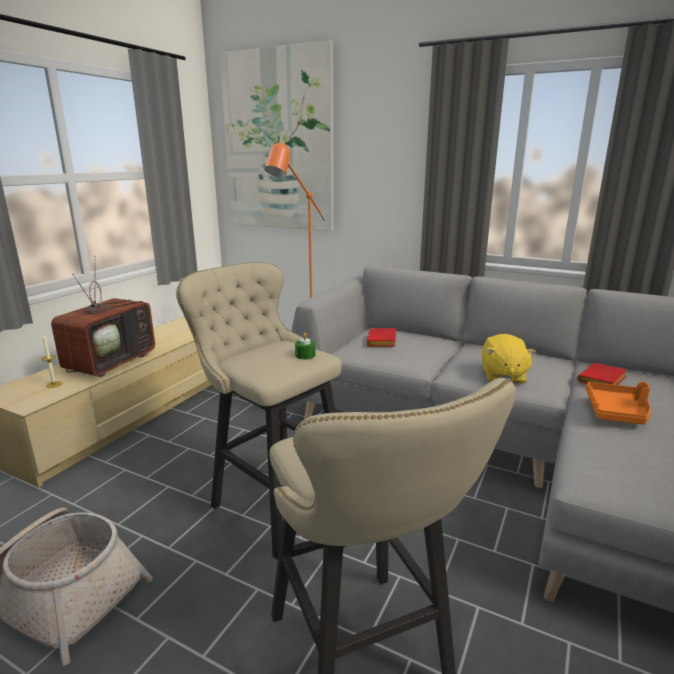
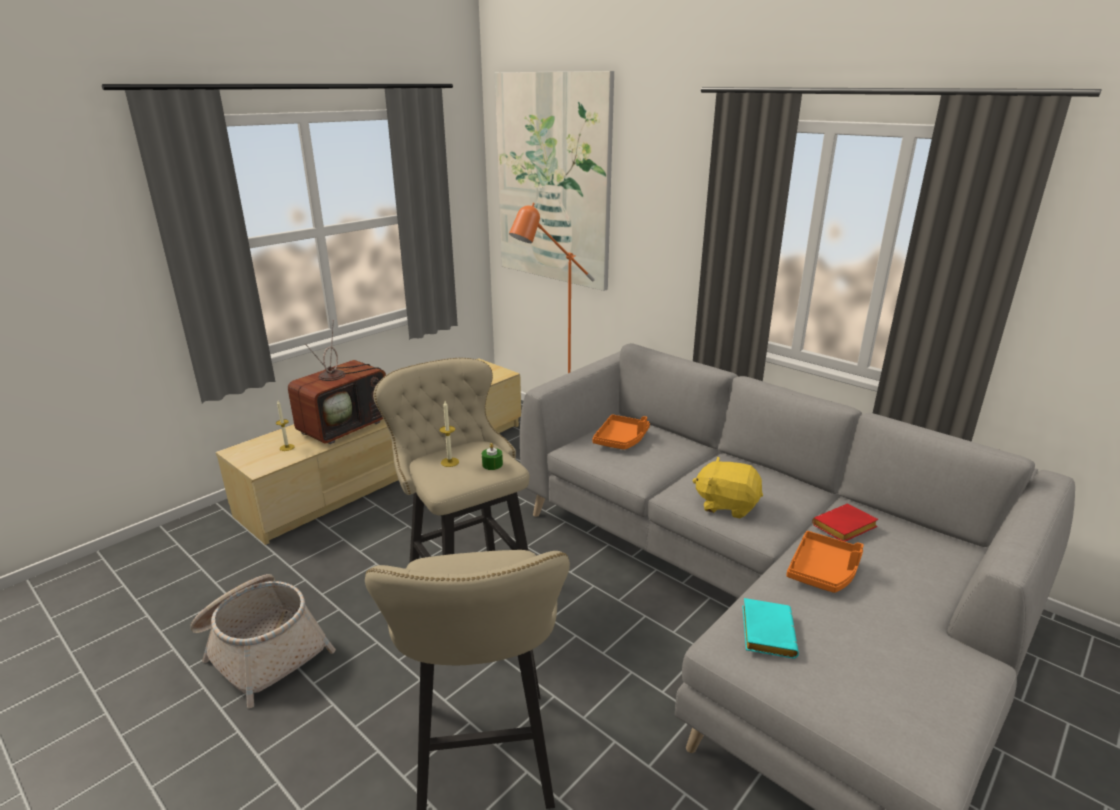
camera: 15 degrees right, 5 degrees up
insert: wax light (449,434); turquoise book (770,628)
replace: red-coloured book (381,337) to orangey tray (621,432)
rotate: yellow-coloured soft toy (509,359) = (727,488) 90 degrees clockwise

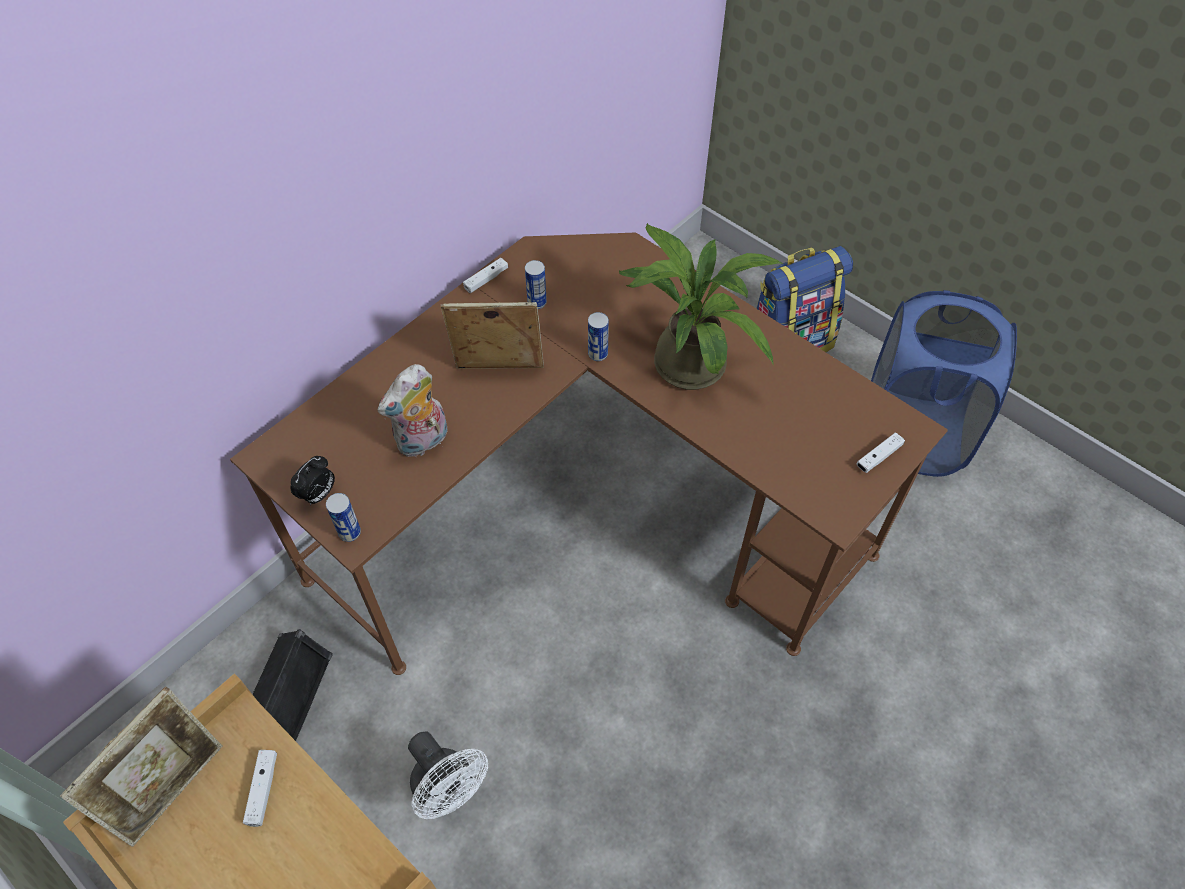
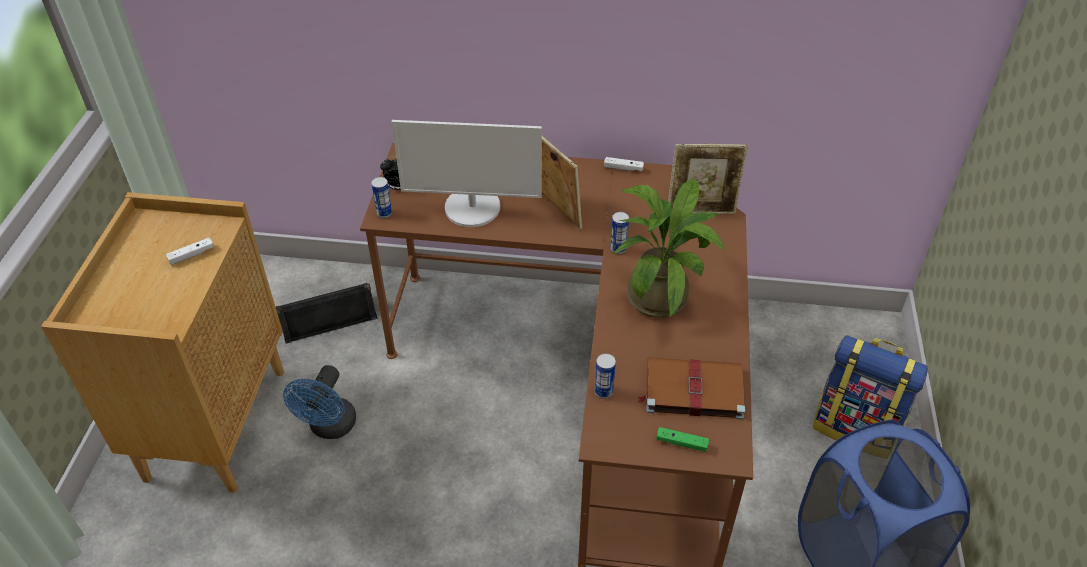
camera: 55 degrees right, 10 degrees down
insert: brownish book (691,388)
move: sealed can (536,284) to (605,376); picture frame (141,767) to (708,178)
replace: soft toy (413,410) to monitor (466,173)
recolor: white-coloured joypad (881,452) to greenish joypad (682,439); white-coloured fan (448,775) to blue fan (319,402)

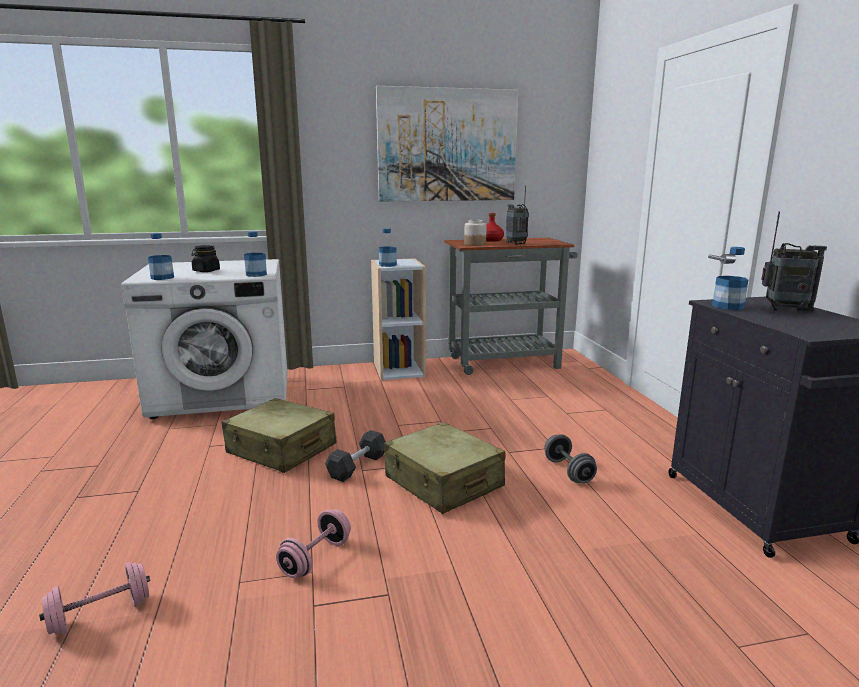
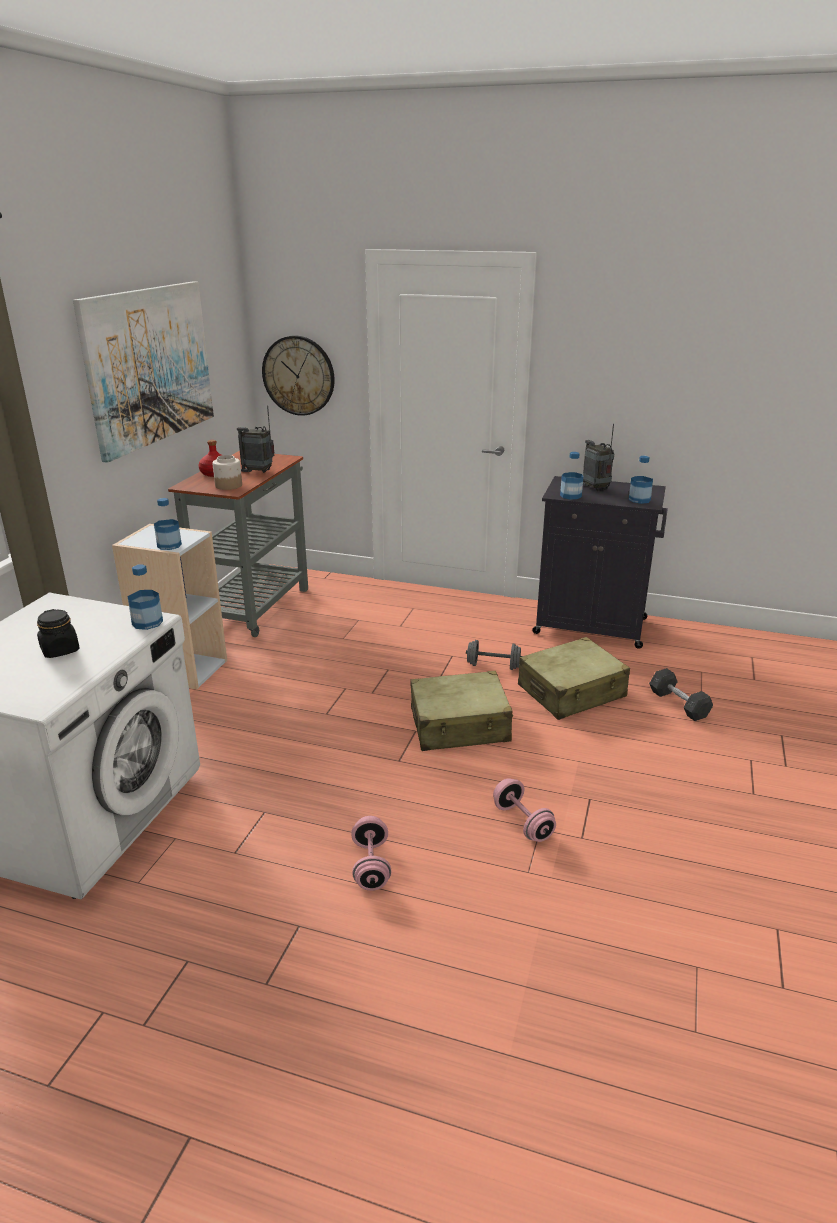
camera: 60 degrees left, 10 degrees up
insert: clock on the wall (298,376)
move: bottle (161,256) to (641,480); beige-coloured travel case (279,435) to (574,678); gray dumbbell (355,456) to (681,694); pink-coloured dumbbell (94,598) to (371,853)
rotate: radio receiver (794,261) = (598,457) 75 degrees counterclockwise

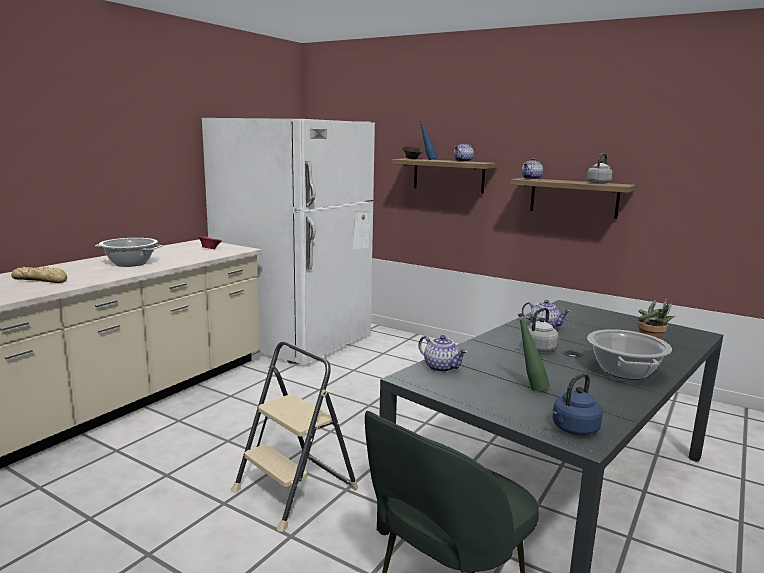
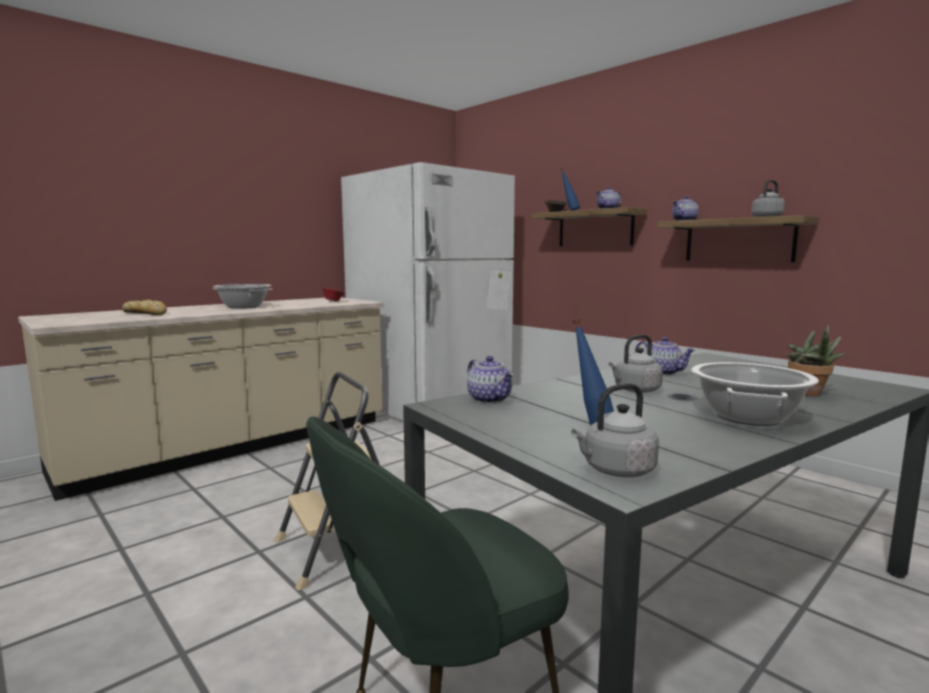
camera: 15 degrees right, 5 degrees down
recolor: greenish bottle (534,351) to blue bottle (593,372); blue tea kettle (577,404) to gray tea kettle (615,430)

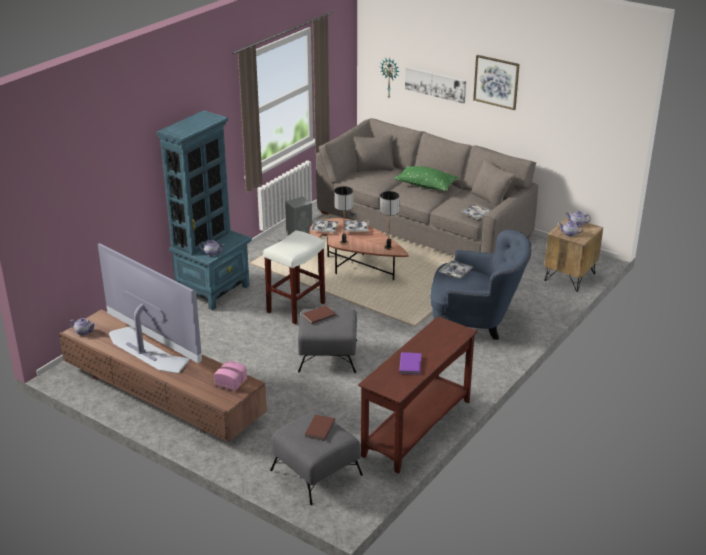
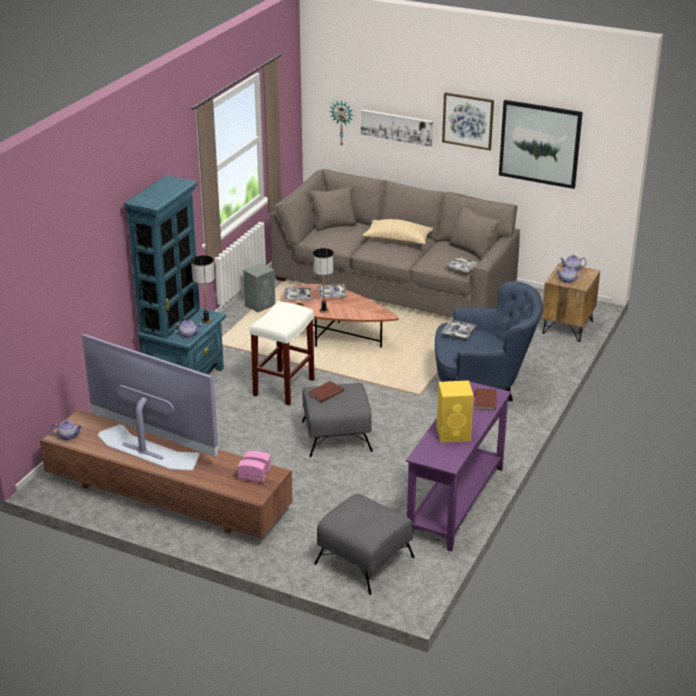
camera: 10 degrees left, 0 degrees up
insert: wall picture (541,144)
move: tabletop lamp (389,220) to (203,289); brownish book (320,427) to (485,399)
replace: purplish book (410,363) to yellow-coloured loudspeaker (455,411)
recolor: greenish cushion (426,178) to beige-coloured cushion (398,232); brownish hall table (418,395) to purplish hall table (458,466)

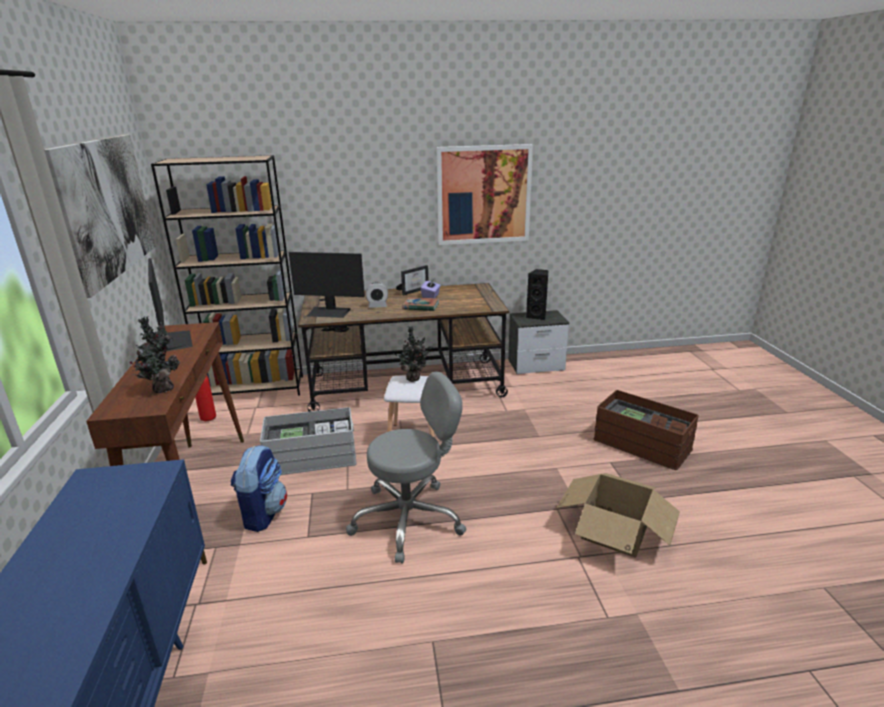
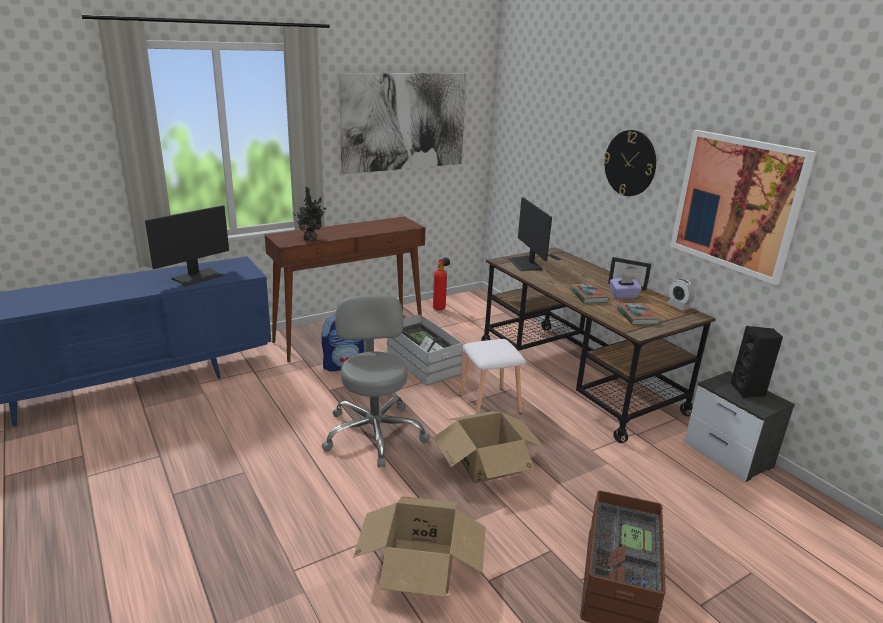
camera: 65 degrees right, 0 degrees up
delete: beige-coloured shelving unit (227,275); plant in a pot (413,354)
insert: clock on the wall (629,163); book (638,314); cardboard box (489,447)
move: monitor (170,304) to (187,246); table clock (377,295) to (681,295)
rotate: gray office chair (406,467) = (376,381) 150 degrees counterclockwise

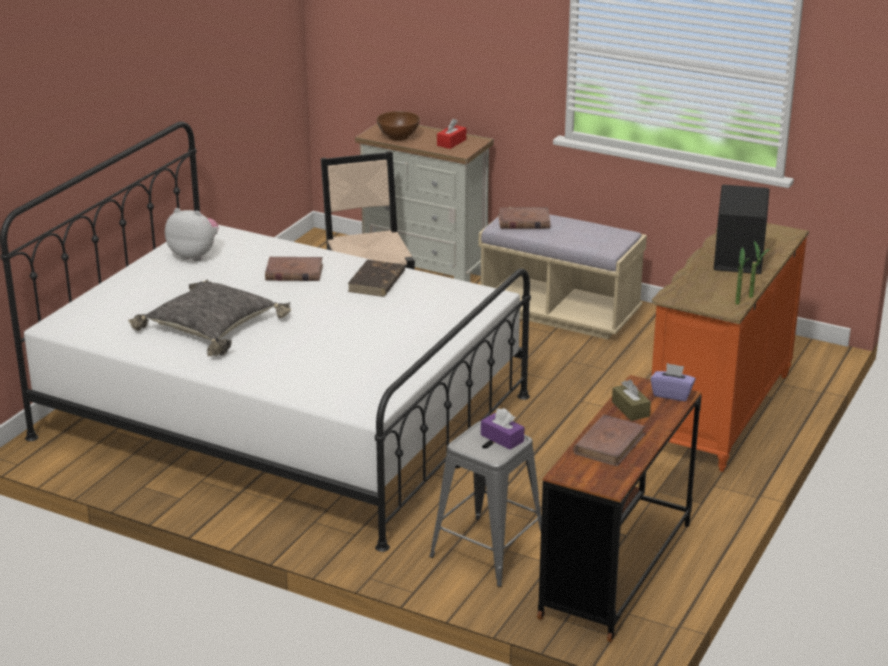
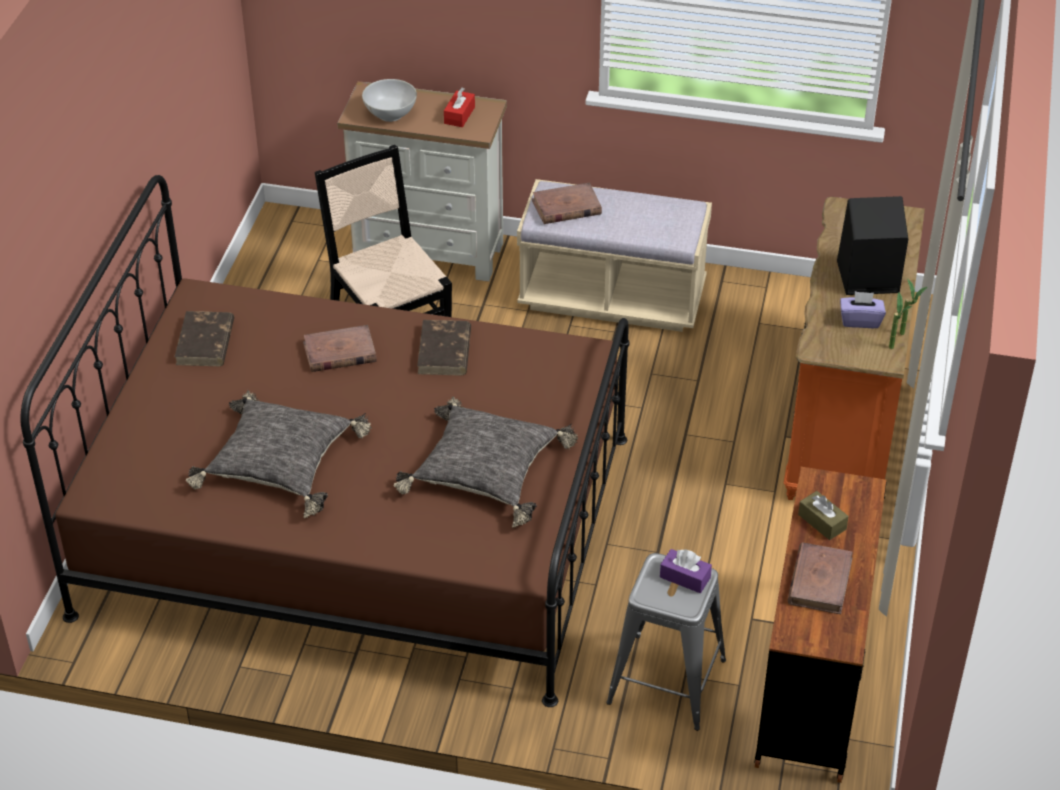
camera: 15 degrees left, 15 degrees up
insert: cushion (486,462)
move: purplish box of tissues (673,382) to (863,309)
replace: soft toy (192,234) to brownish book (204,338)
recolor: brownish serving bowl (398,126) to white-coloured serving bowl (389,100); white-coloured sleeping bed (265,337) to brownish sleeping bed (324,441)

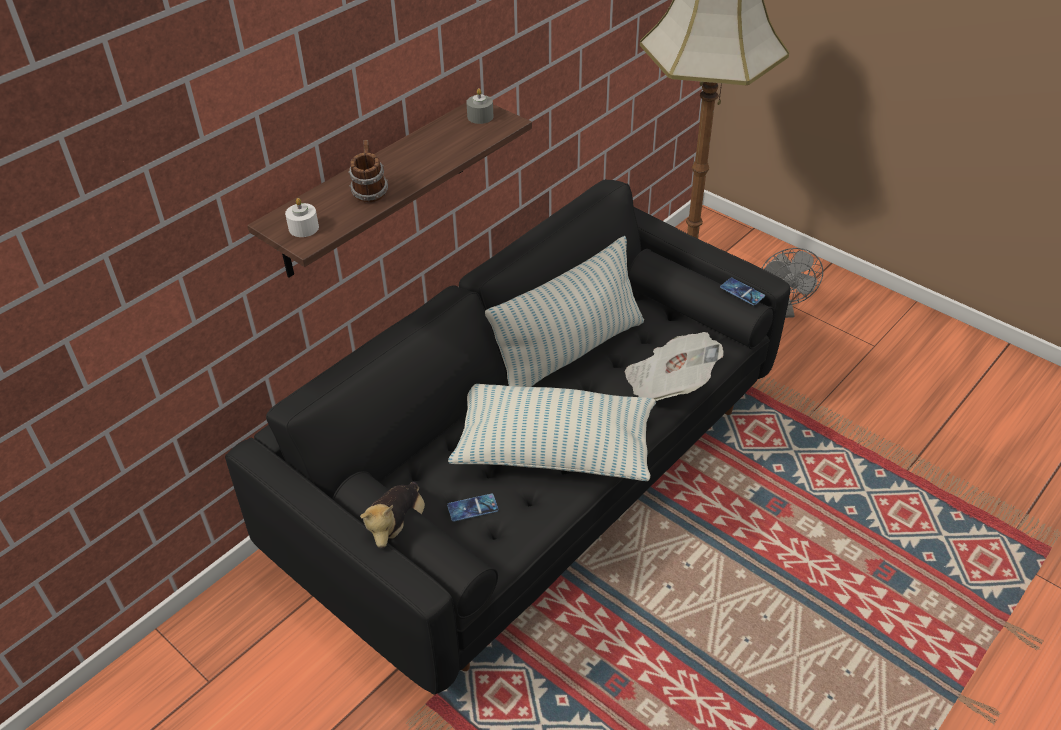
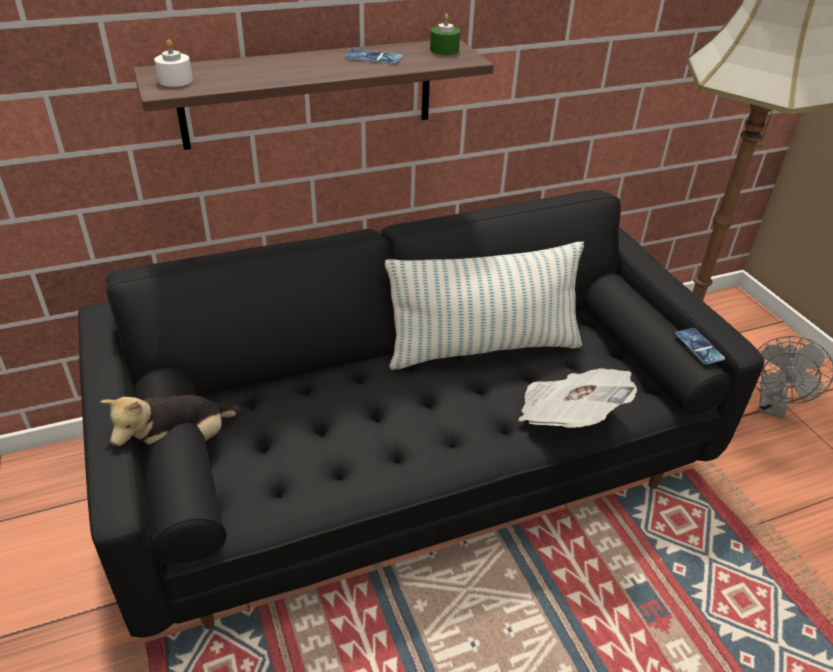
camera: 25 degrees right, 5 degrees down
delete: tea mug (368,171); cushion (552,432)
move: phone (473,507) to (374,57)
recolor: gray wax light (479,106) to greenish wax light (445,34)

